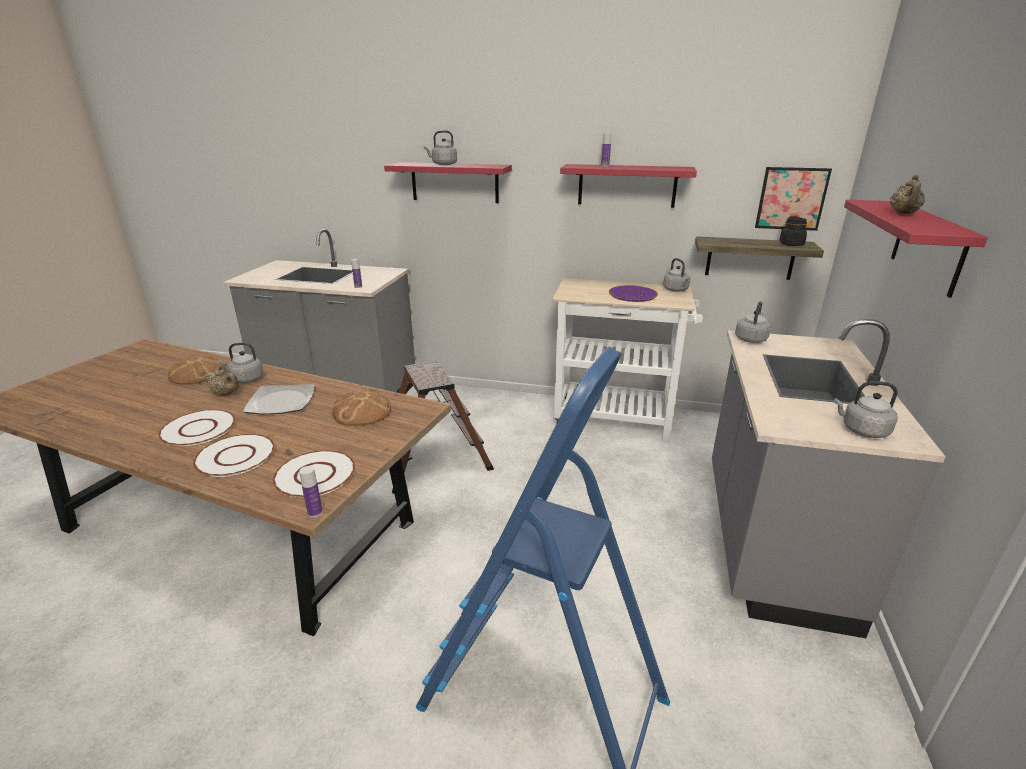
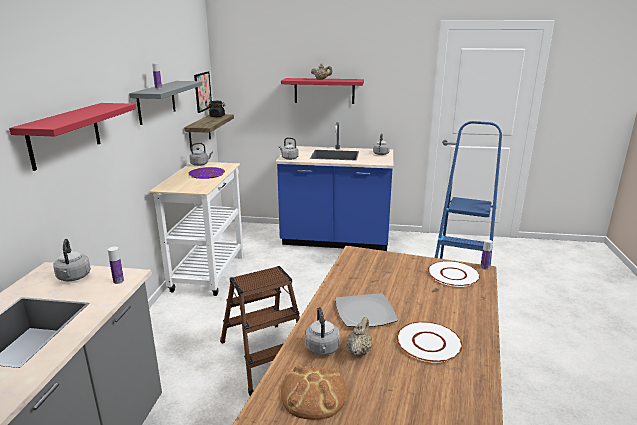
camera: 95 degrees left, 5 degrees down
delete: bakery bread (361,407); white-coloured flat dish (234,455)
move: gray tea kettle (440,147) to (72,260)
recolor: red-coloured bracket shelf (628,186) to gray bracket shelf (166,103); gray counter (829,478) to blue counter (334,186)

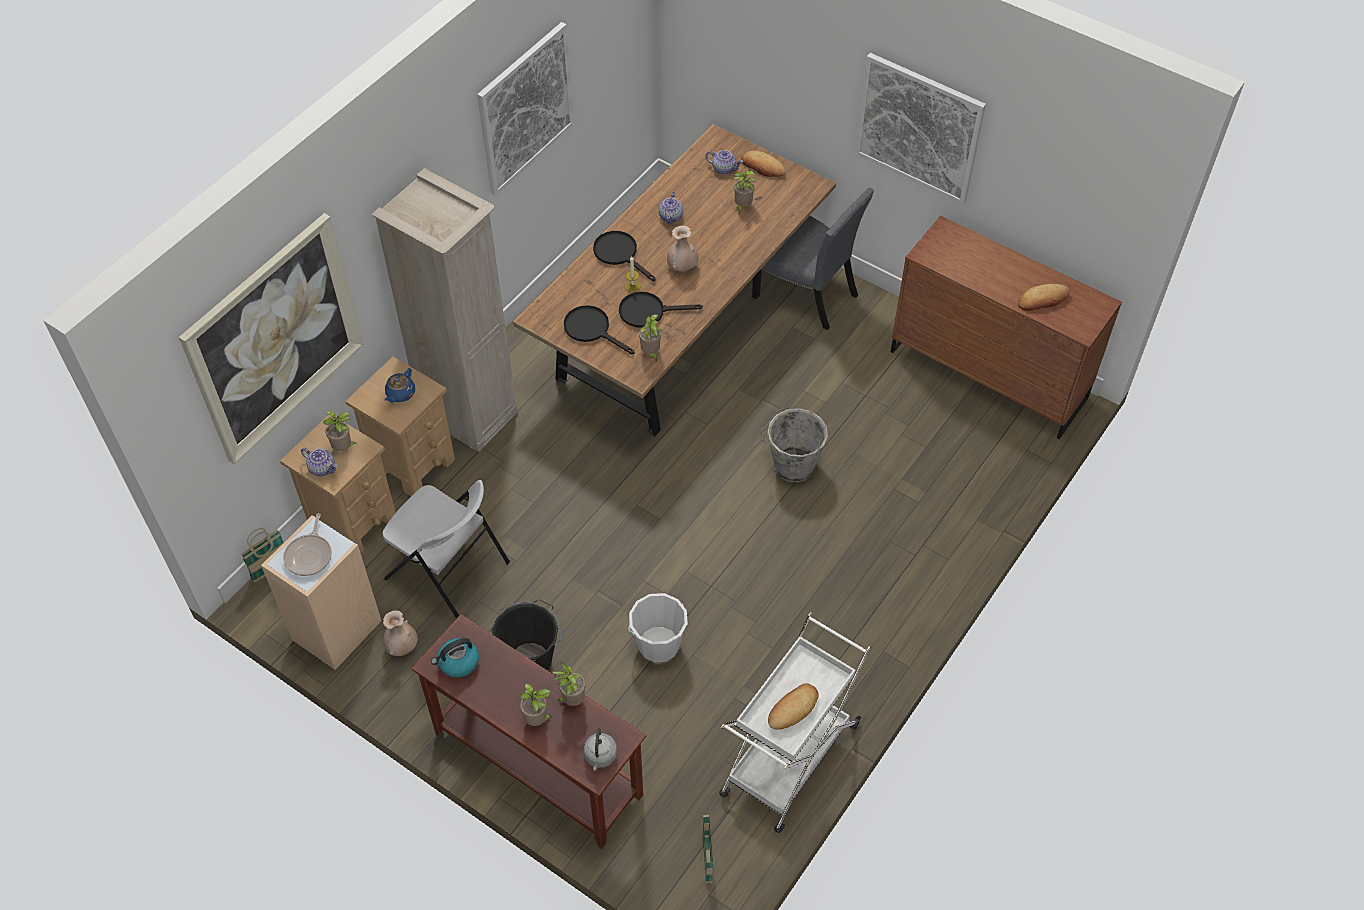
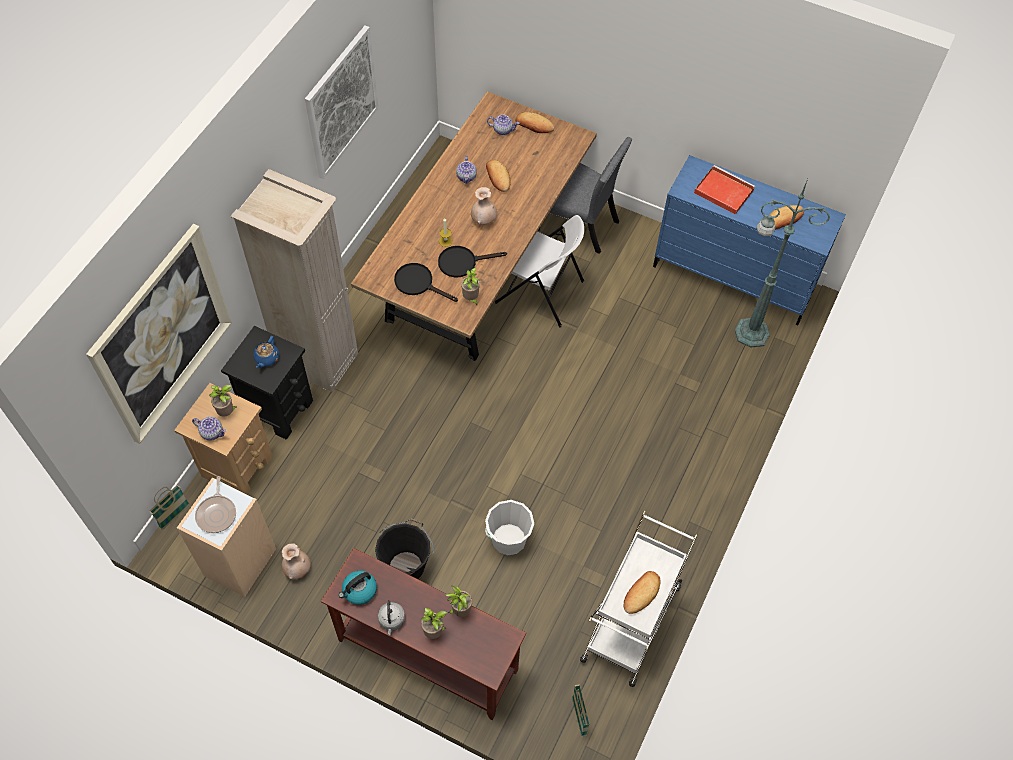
camera: 10 degrees left, 5 degrees up
delete: wall picture (920,128); plant in a pot (744,192); black-coloured pan (624,256); gray bucket (794,444)
insert: bakery bread (498,176); red-coloured tray (724,190); greenish standard lamp (782,263)
move: white-coloured chair (446,549) to (539,271); gray tea kettle (600,749) to (391,617)
recolor: brownish chest of drawers (1006,327) to blue chest of drawers (749,240); beige-coloured bedside table (400,426) to black-coloured bedside table (267,383)

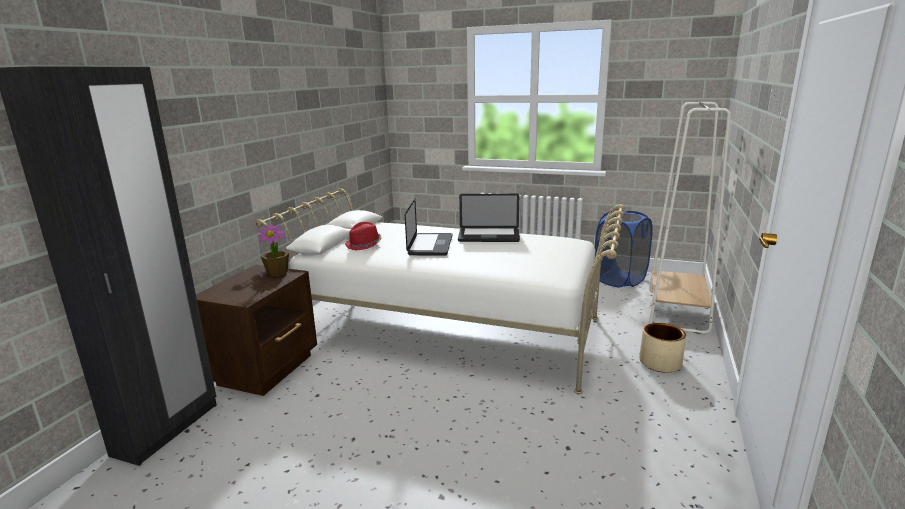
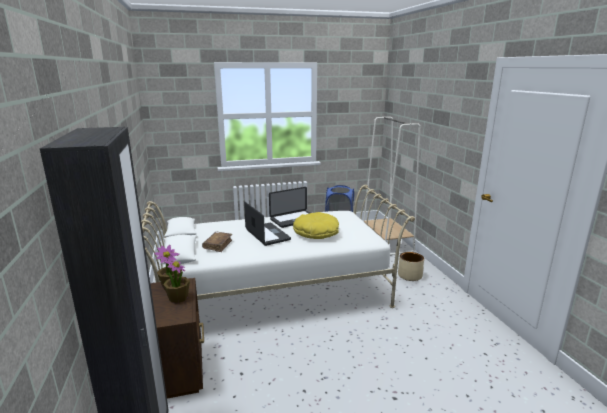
camera: 35 degrees left, 0 degrees up
insert: yellow-coloured cushion (316,225); plant in a pot (176,279)
replace: red-coloured clothing hat (363,236) to brownish book (217,242)

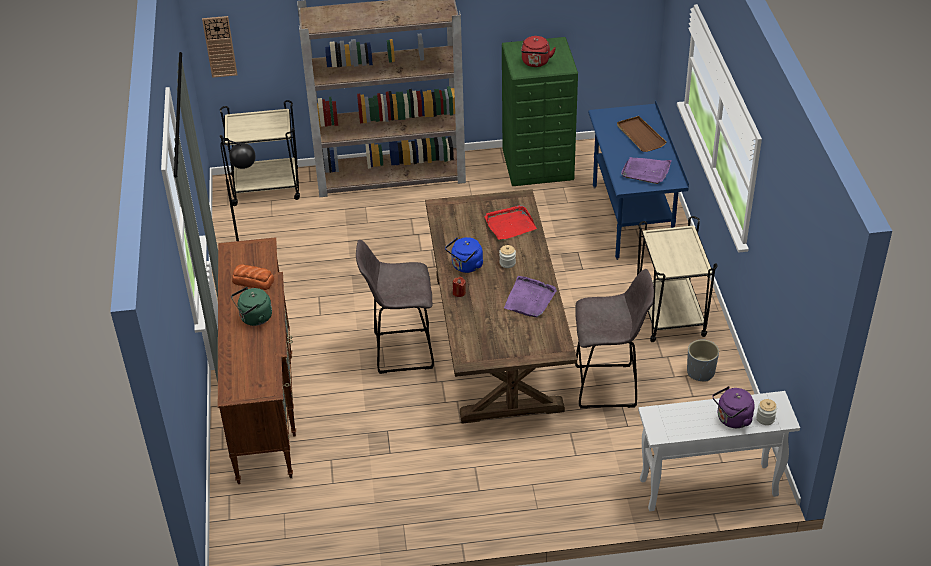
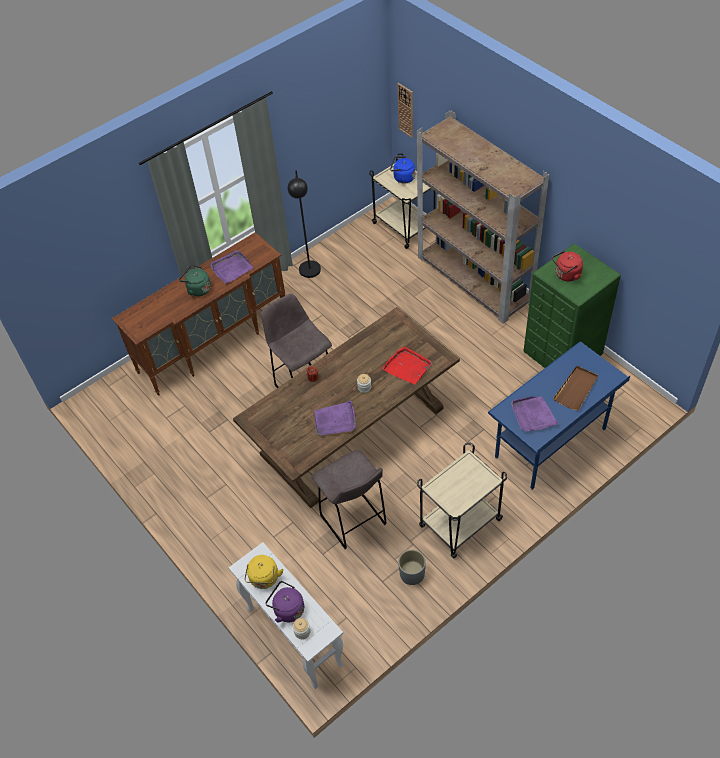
camera: 60 degrees right, 10 degrees up
insert: yellow-coloured tea kettle (264,572)
move: blue tea kettle (464,255) to (402,170)
replace: bakery bread (253,277) to purplish tray (231,267)

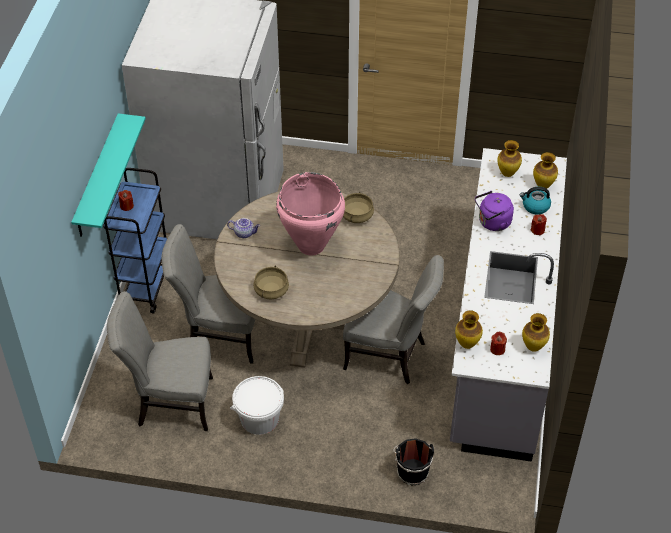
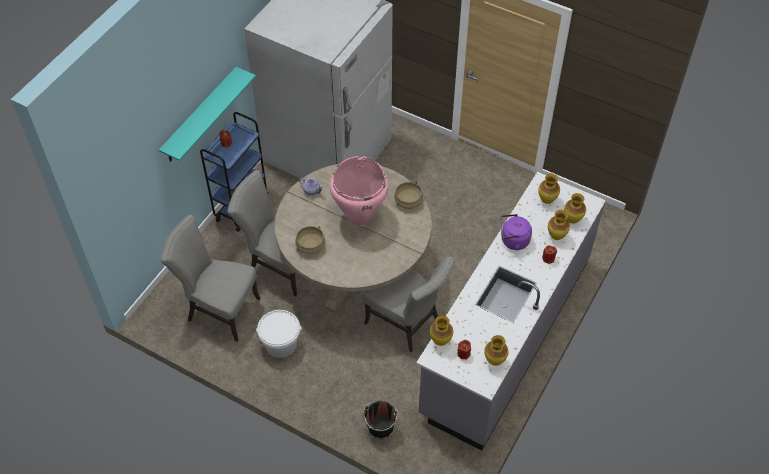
camera: 20 degrees right, 5 degrees up
replace: tea kettle (535,201) to flower vase (559,225)

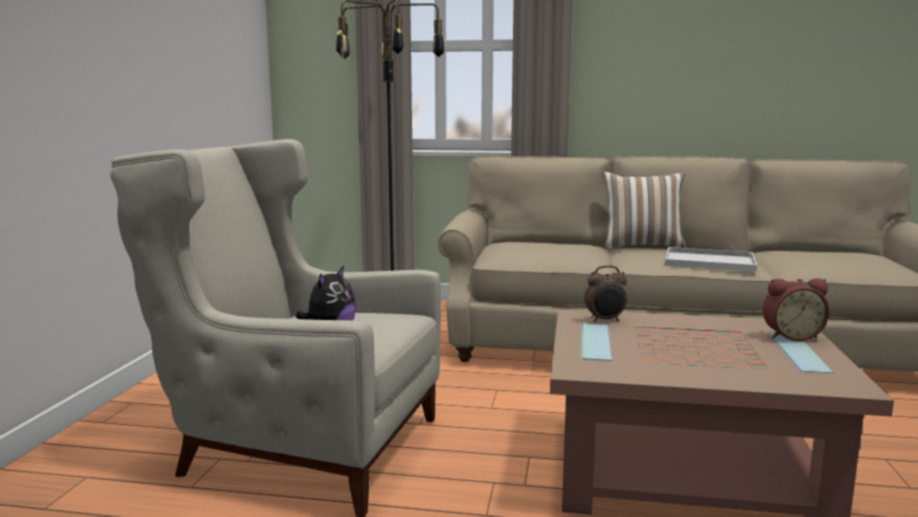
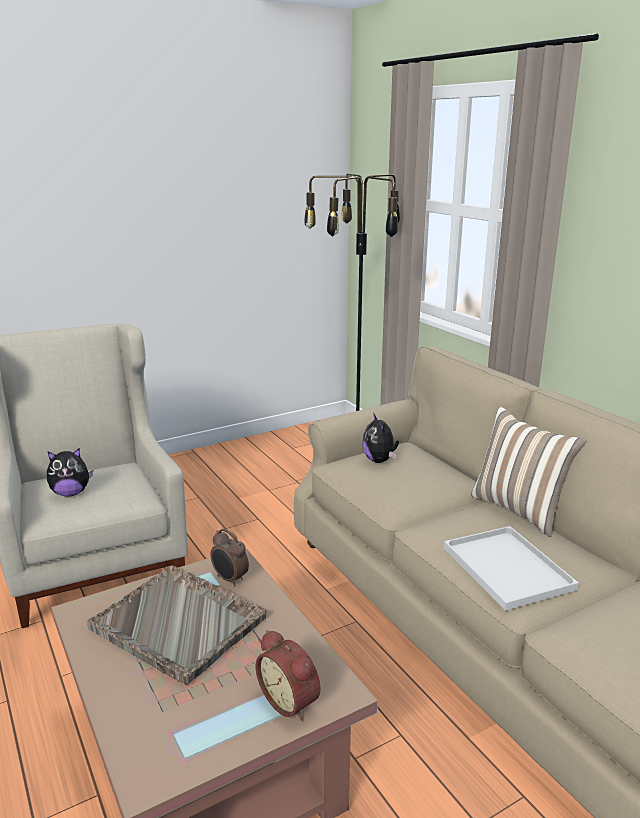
camera: 50 degrees right, 10 degrees up
insert: soft toy (380,438); gray tray (176,625)

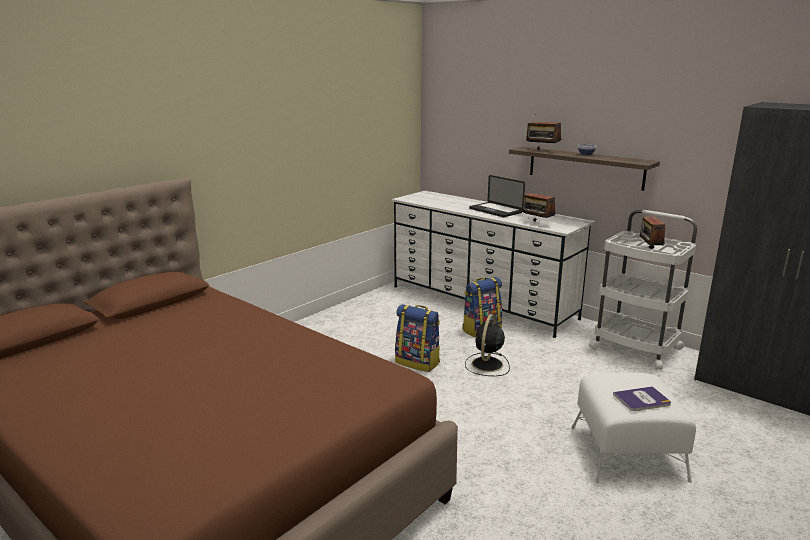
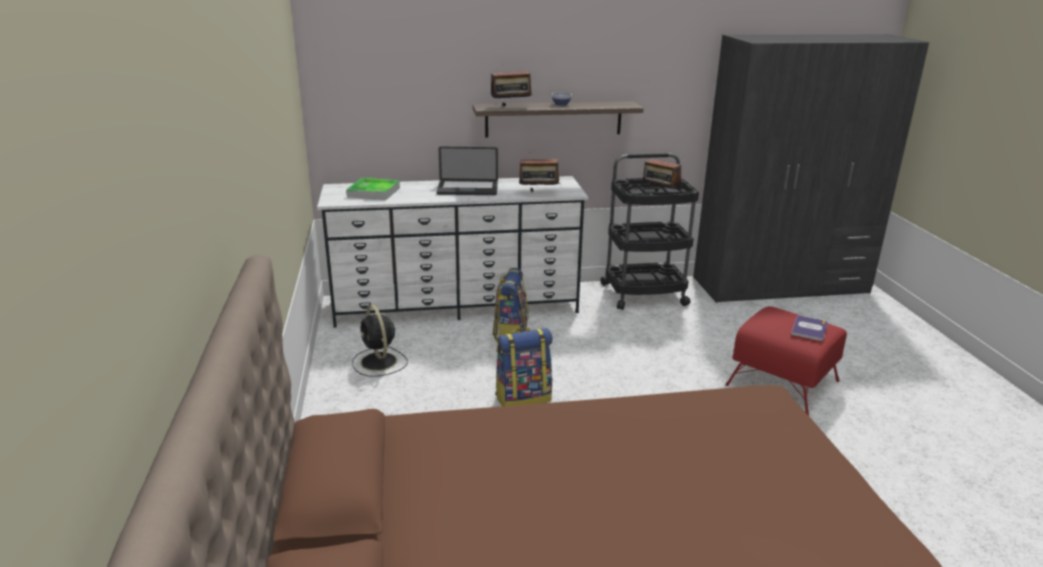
camera: 50 degrees left, 5 degrees up
insert: tray (373,189)
move: black-coloured fan (487,345) to (380,340)
recolor: white-coloured cart (643,290) to black-coloured cart (650,231); white-coloured footrest (633,427) to red-coloured footrest (786,361)

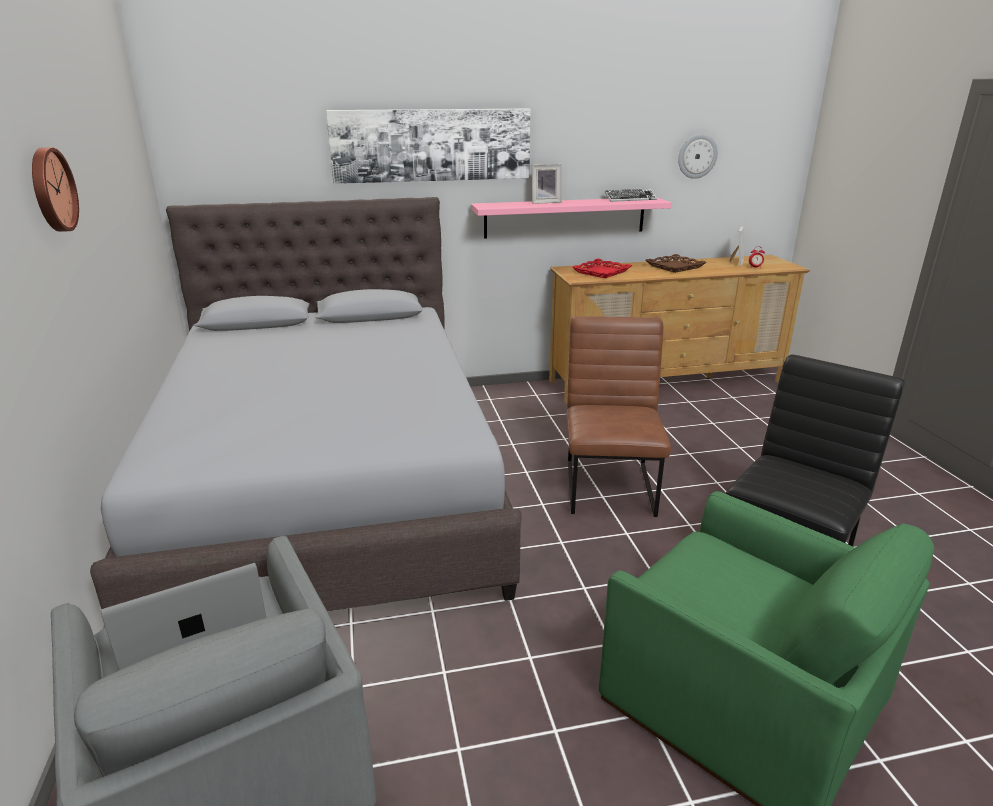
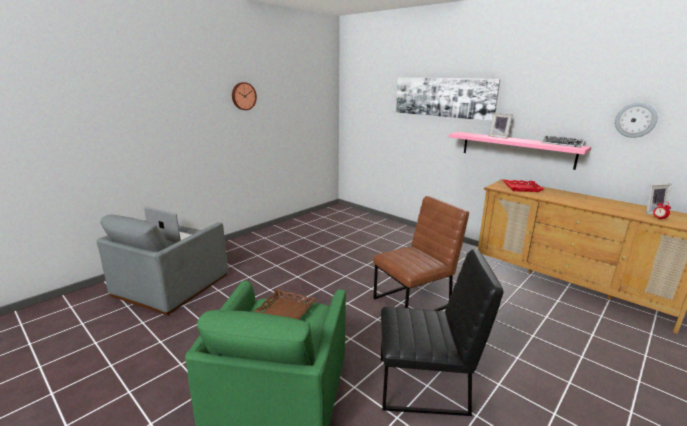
camera: 55 degrees right, 5 degrees down
delete: gray sleeping bed (306,404)
move: brownish tray (676,263) to (285,304)

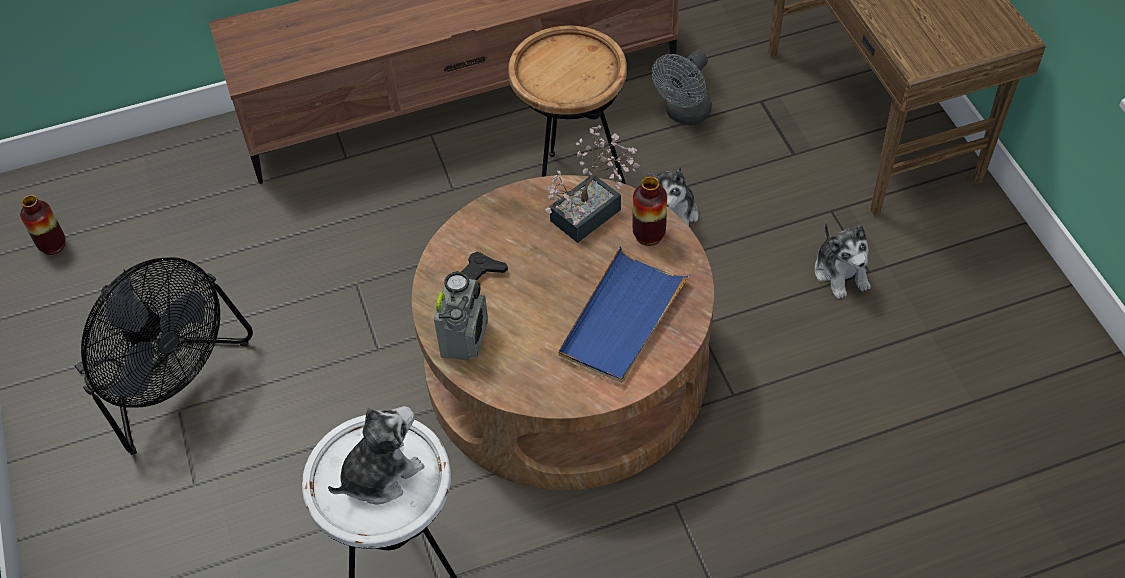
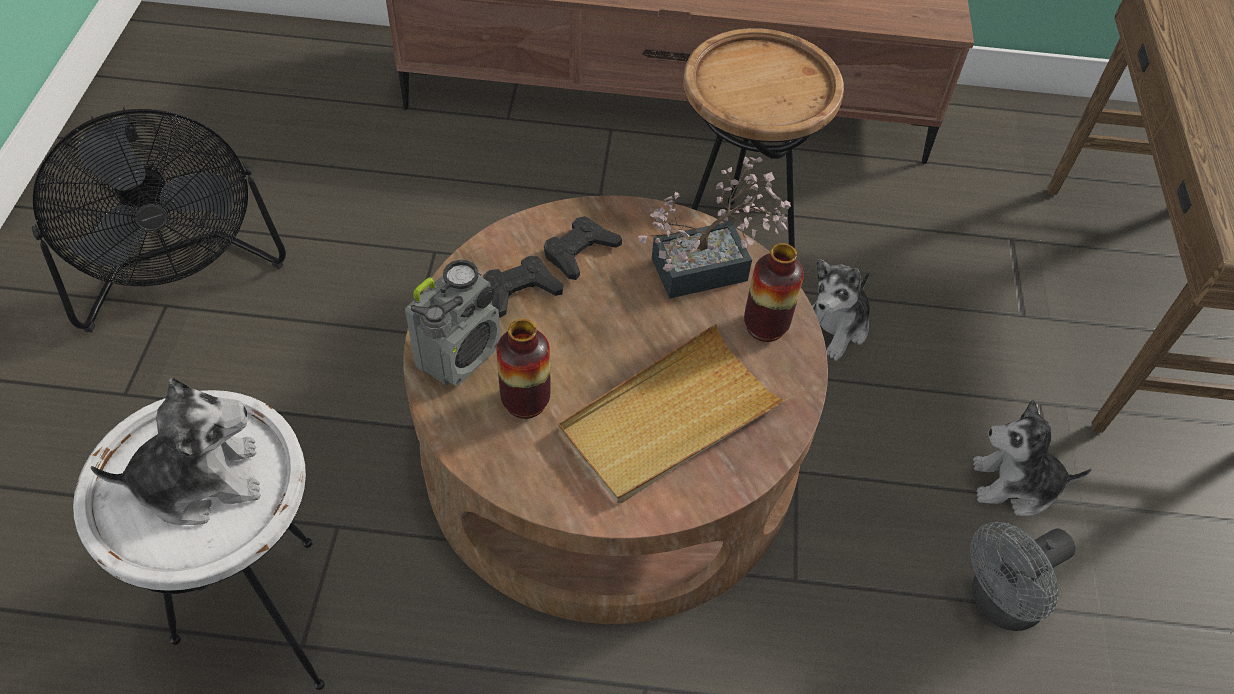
camera: 20 degrees right, 0 degrees up
insert: black-coloured joypad (583,248)
move: gray fan (682,87) to (1023,576); flower vase (42,225) to (524,369)
recolor: blue tray (624,314) to beige-coloured tray (673,414)
rotate: soft toy (842,260) = (1032,457) 90 degrees clockwise

